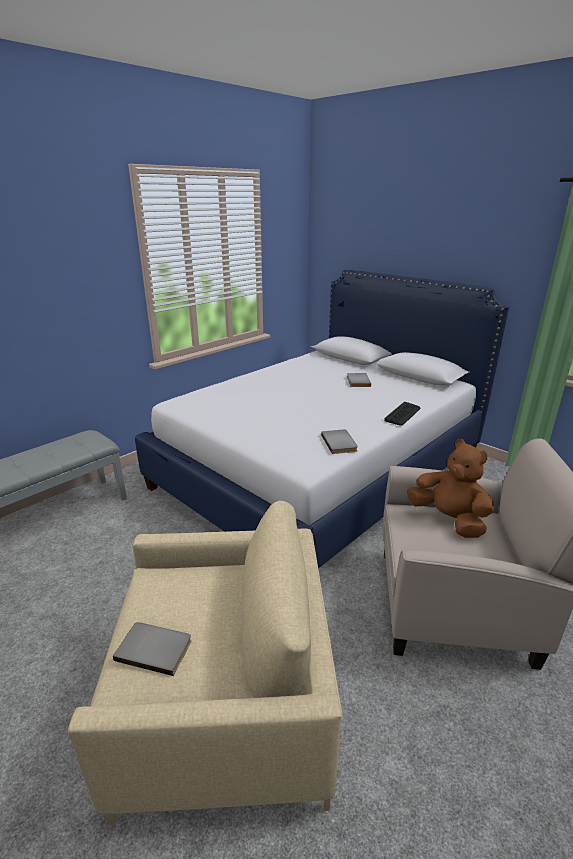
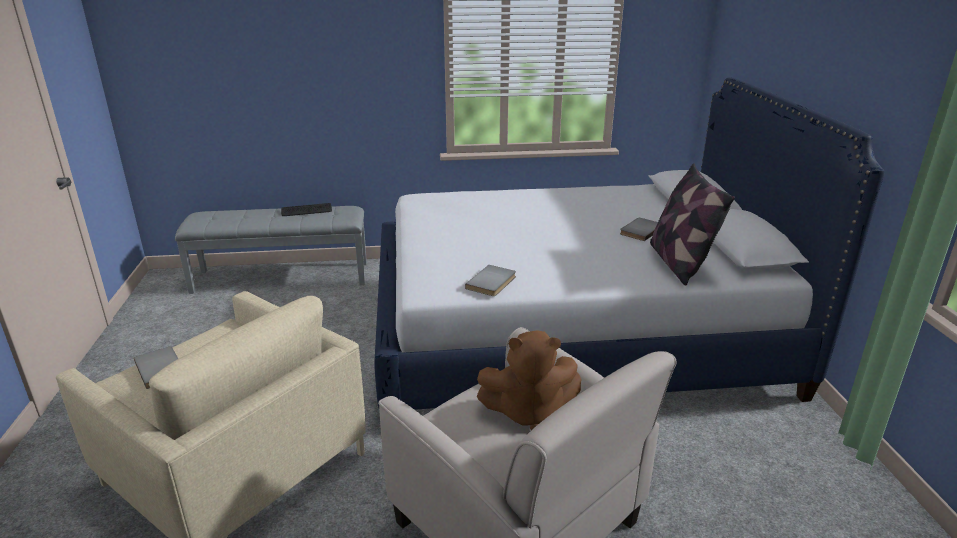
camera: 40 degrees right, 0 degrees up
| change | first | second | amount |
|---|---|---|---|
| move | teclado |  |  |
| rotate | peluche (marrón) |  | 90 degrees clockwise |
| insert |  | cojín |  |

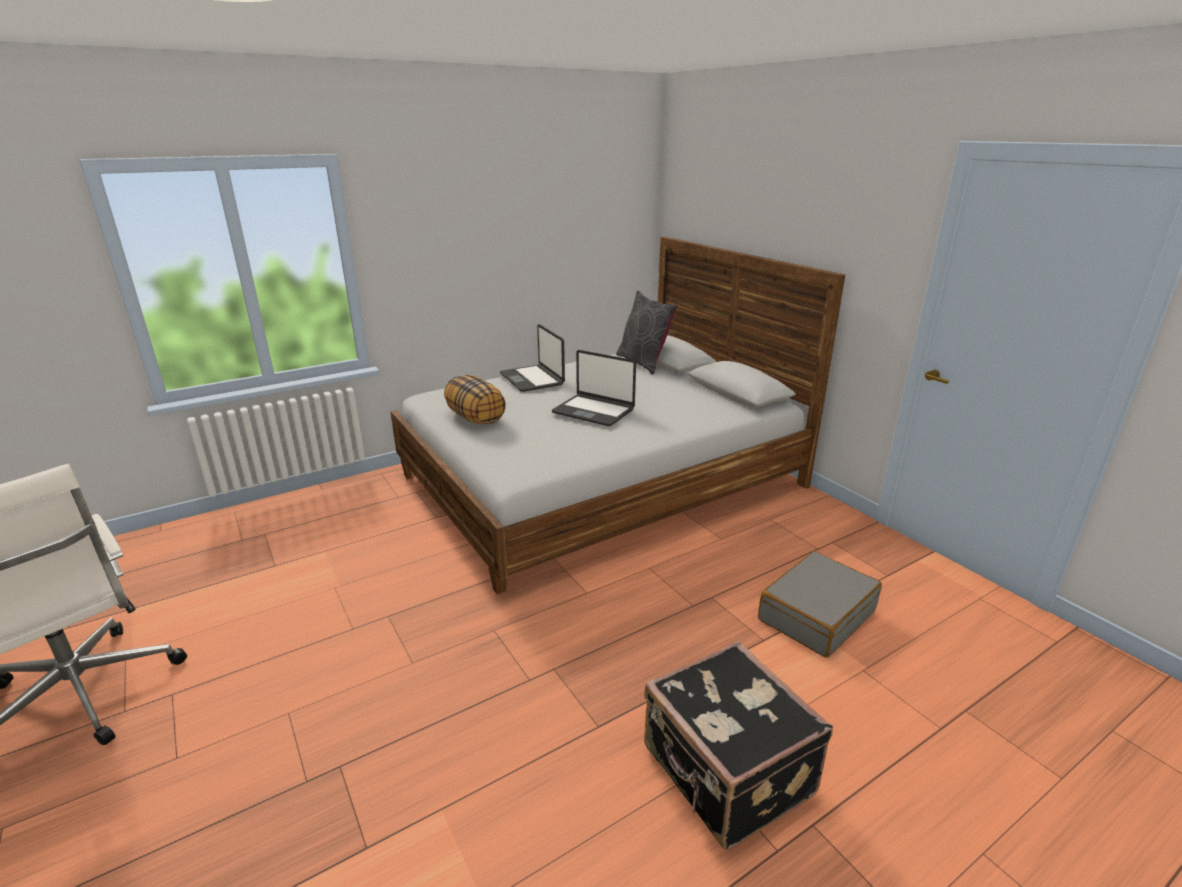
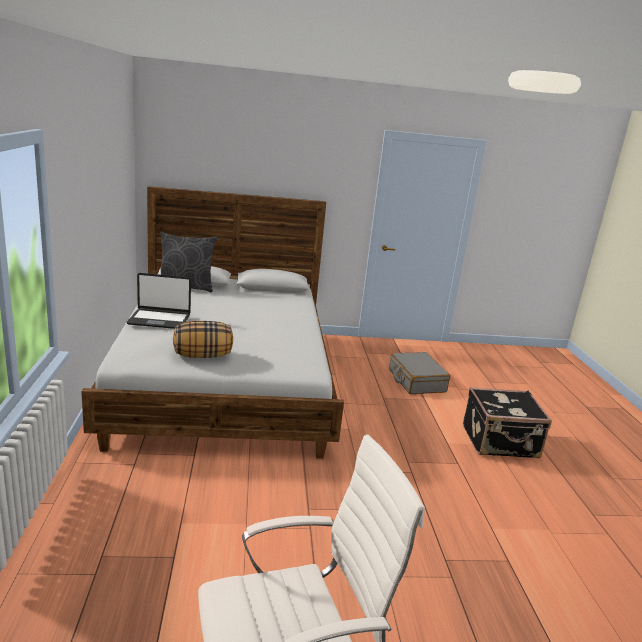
camera: 65 degrees left, 5 degrees down
| change | first | second | amount |
|---|---|---|---|
| delete | portátil (2nd from left) |  |  |

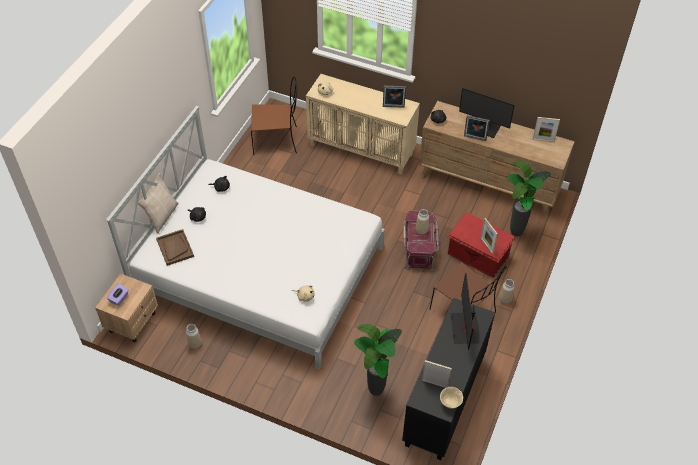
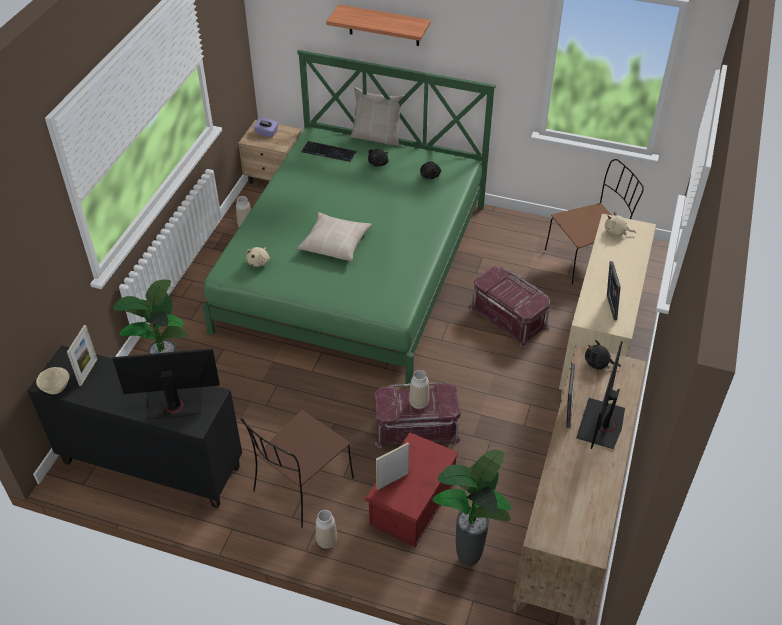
camera: 85 degrees right, 5 degrees down
| change | first | second | amount |
|---|---|---|---|
| recolor | cama (blanco) | cama (verde) |  |
| insert |  | cojín (beis) (1st from left) |  |
| replace | bandeja (marrón) | teclado |  |
| insert |  | estante |  |
| insert |  | caja de almacenaje (rojo) (3rd from left) |  |
| rotate | silla (marrón) (1st from left in the first image) | silla (marrón) (2nd from left) | 105 degrees counterclockwise |
| delete | portarretratos (5th from left) |  |  |

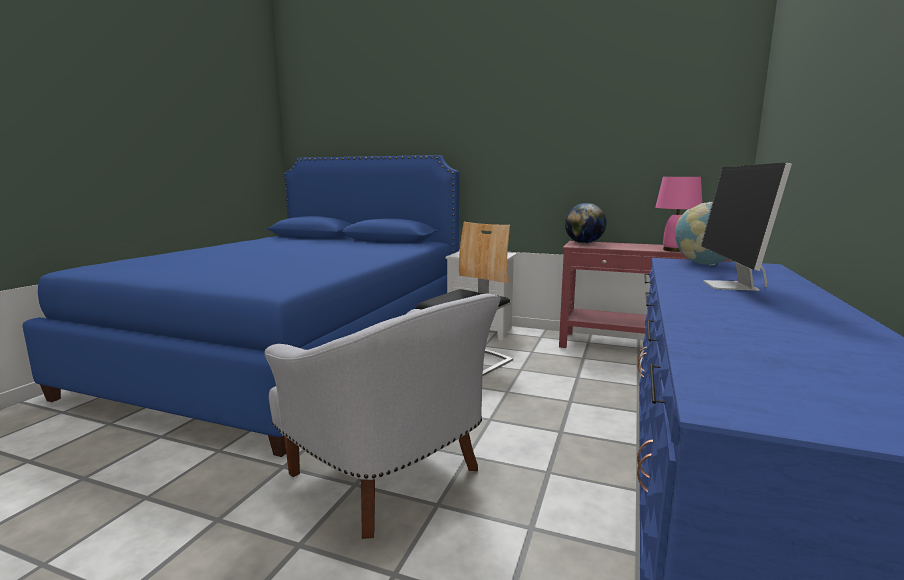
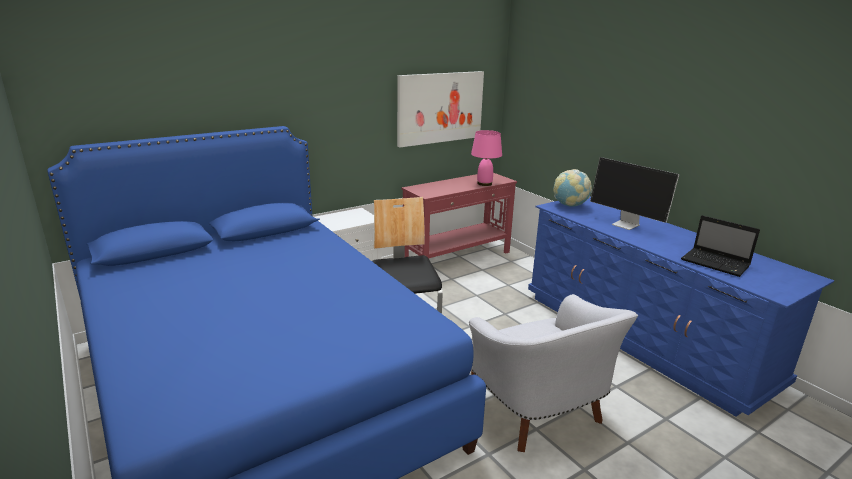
camera: 55 degrees left, 10 degrees up
| change | first | second | amount |
|---|---|---|---|
| insert |  | cuadro |  |
| rotate | sillón (blanco) |  | 75 degrees clockwise |
| insert |  | portátil |  |
| delete | globo terráqueo (1st from left) |  |  |

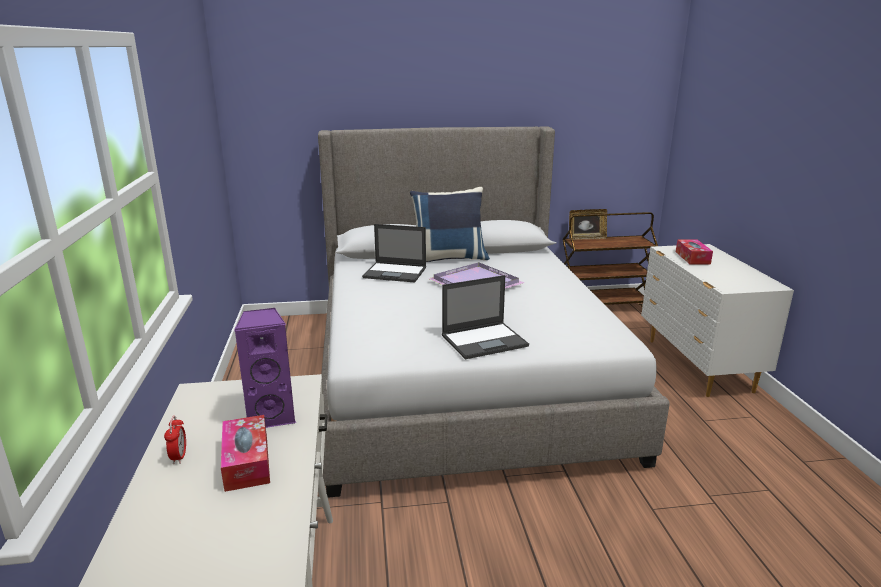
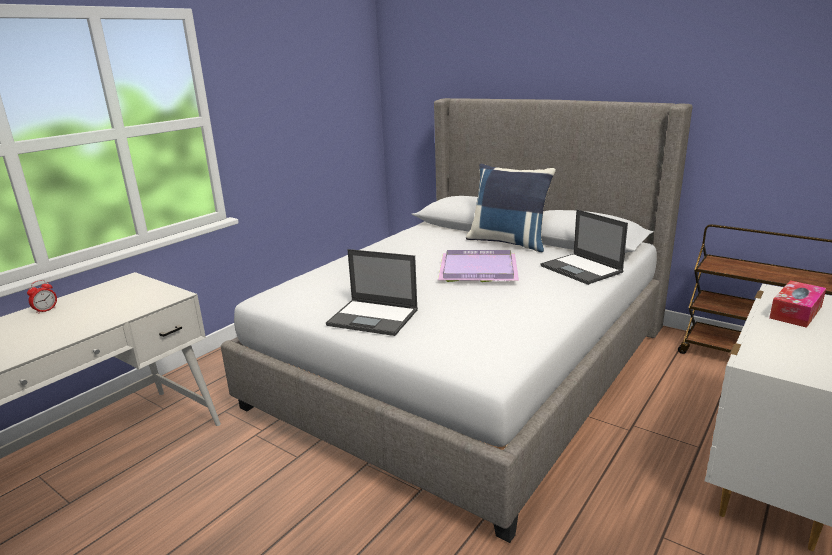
camera: 45 degrees right, 0 degrees up
| change | first | second | amount |
|---|---|---|---|
| move | portátil (1st from left in the first image) | portátil (2nd from left) |  |
| delete | caja de pañuelos (1st from left) |  |  |
| delete | altavoz (morado) |  |  |
| delete | portarretratos |  |  |

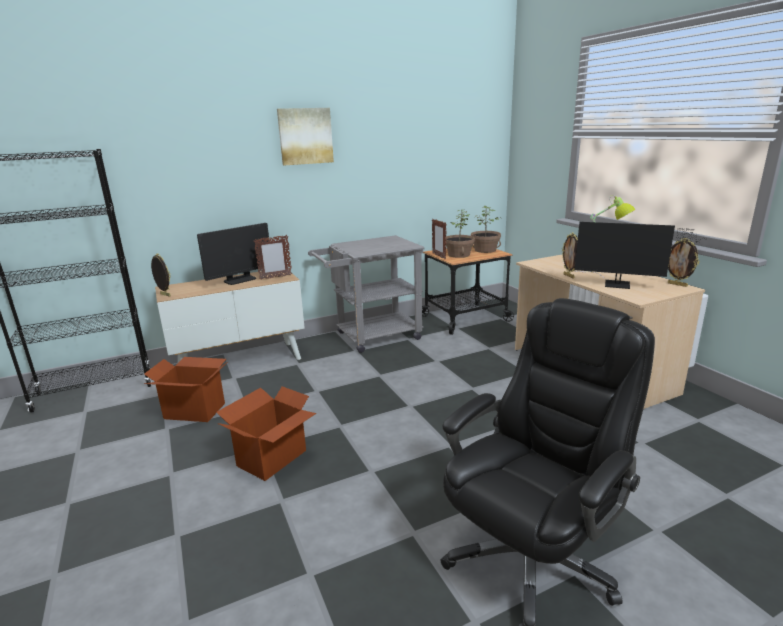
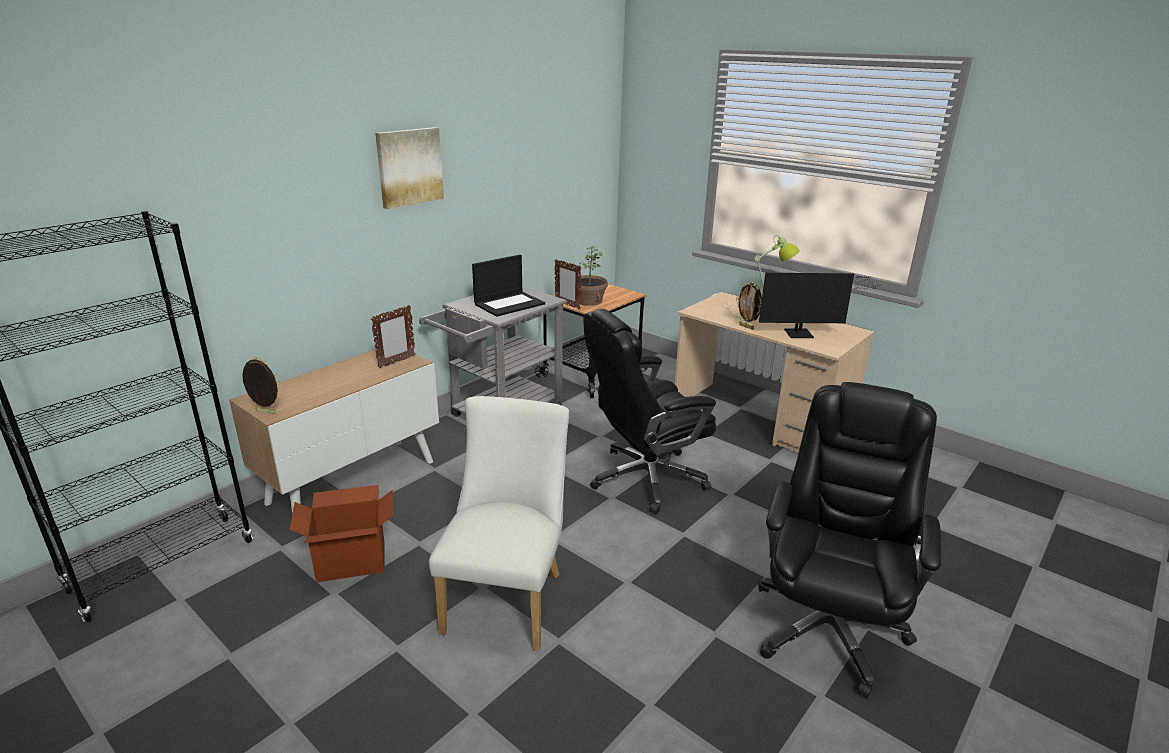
camera: 25 degrees left, 5 degrees up
| change | first | second | amount |
|---|---|---|---|
| replace | caja de cartón (2nd from left) | silla (blanco) |  |
| insert |  | portátil |  |
| insert |  | silla de oficina (negro) (1st from left) |  |
| delete | monitor (1st from left) |  |  |
| delete | planta en maceta (2nd from left) |  |  |
| delete | portarretratos (5th from left) |  |  |

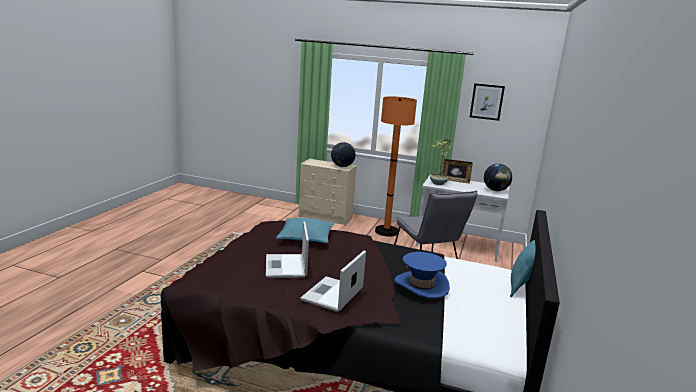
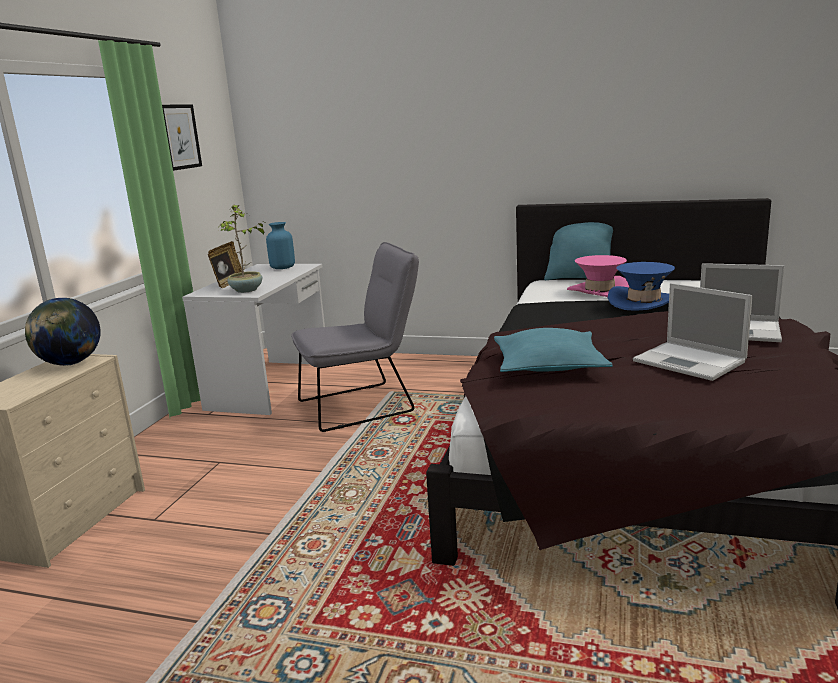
camera: 90 degrees left, 0 degrees up
| change | first | second | amount |
|---|---|---|---|
| replace | globo terráqueo (2nd from left) | florero (azul) |  |
| insert |  | sombrero (rosa) |  |
| rotate | portátil (1st from left) |  | 60 degrees clockwise |
| delete | lámpara de pie (naranja) |  |  |

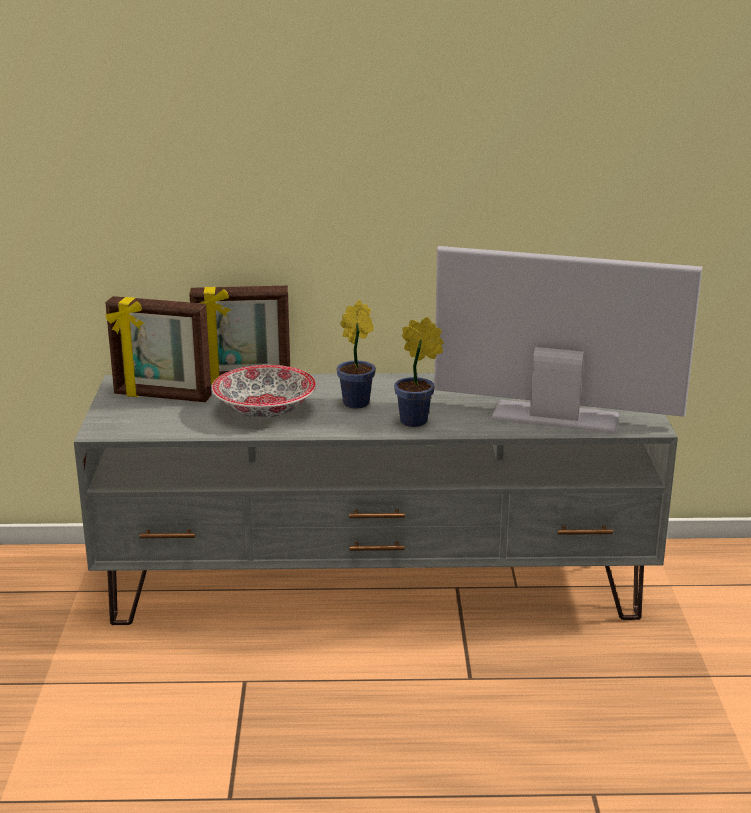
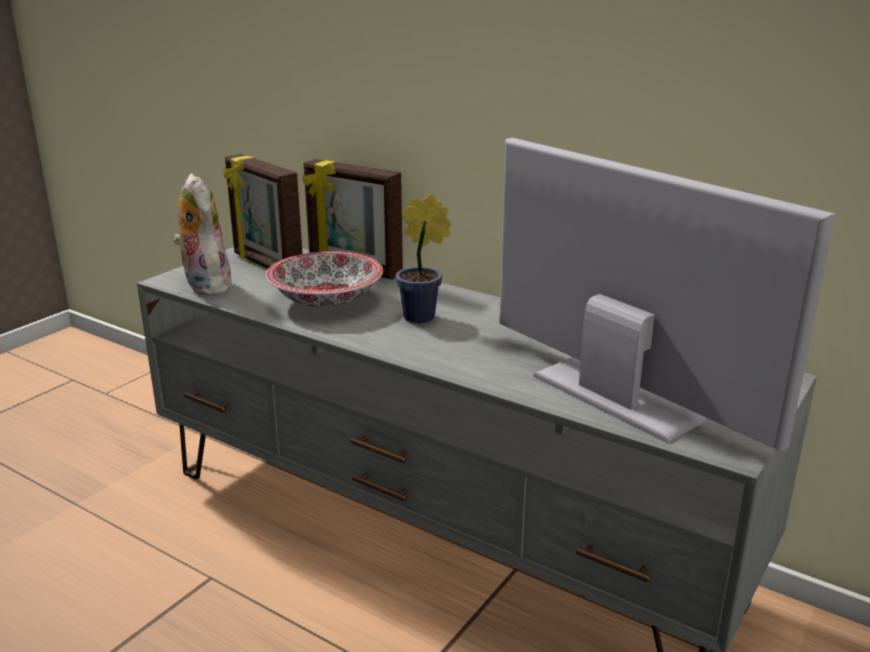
camera: 35 degrees right, 0 degrees up
| change | first | second | amount |
|---|---|---|---|
| insert |  | peluche |  |
| delete | planta en maceta (2nd from left) |  |  |

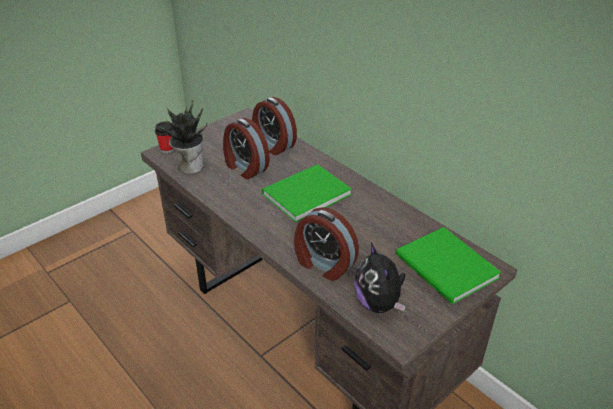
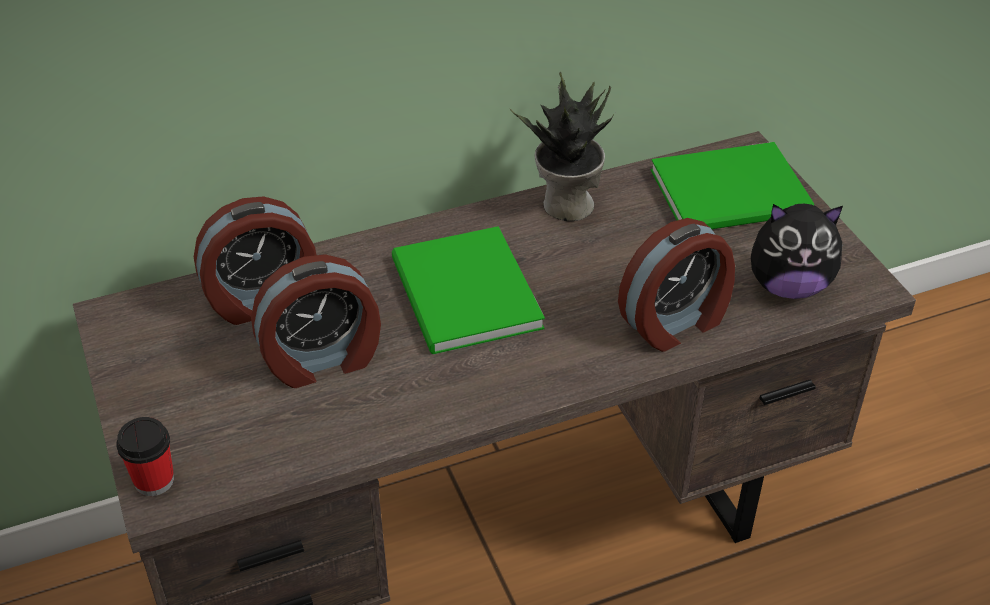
camera: 70 degrees left, 5 degrees up
| change | first | second | amount |
|---|---|---|---|
| move | planta en maceta |  |  |

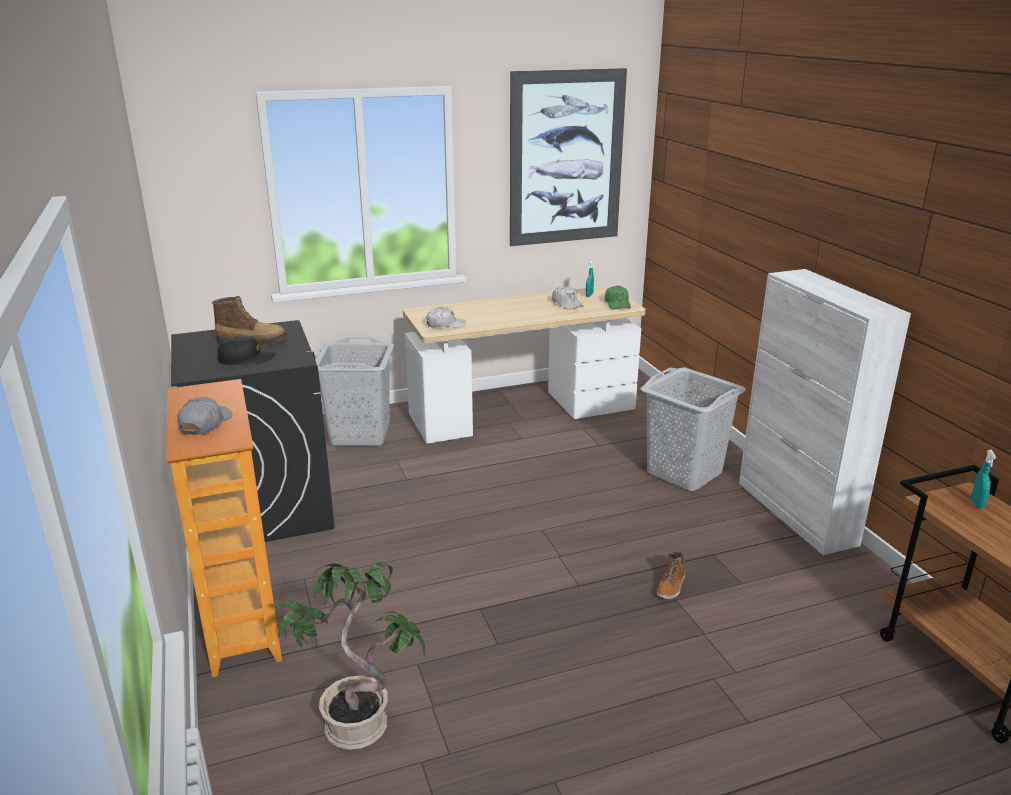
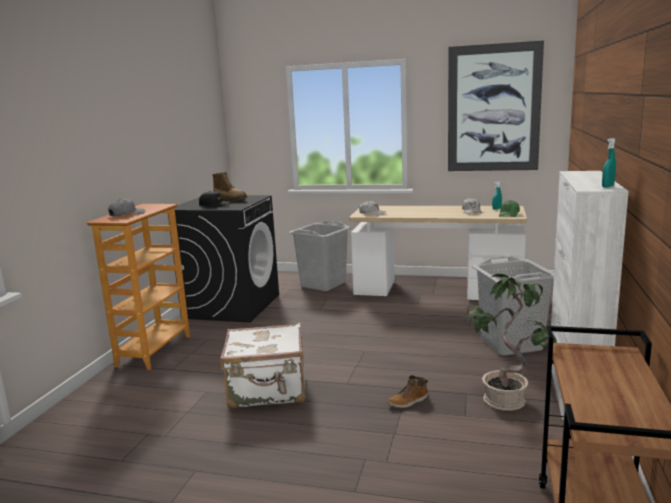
camera: 35 degrees right, 10 degrees down
| change | first | second | amount |
|---|---|---|---|
| insert |  | maleta (blanco) |  |
| move | planta en maceta |  |  |
| move | pulverizador (turquesa) (2nd from left) |  |  |

